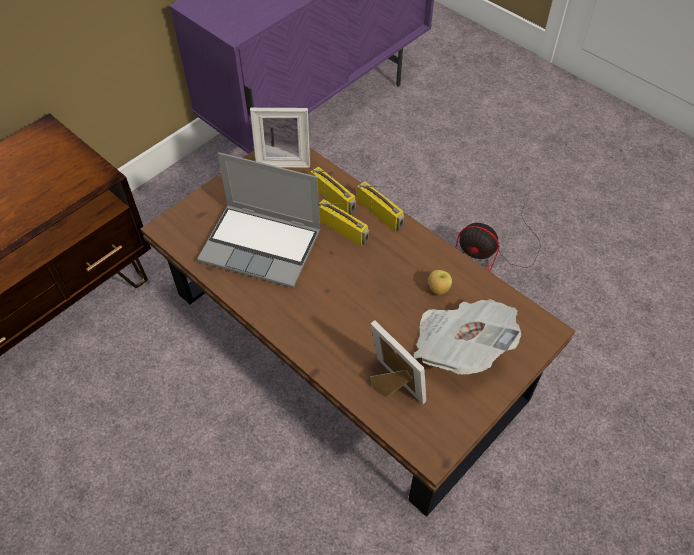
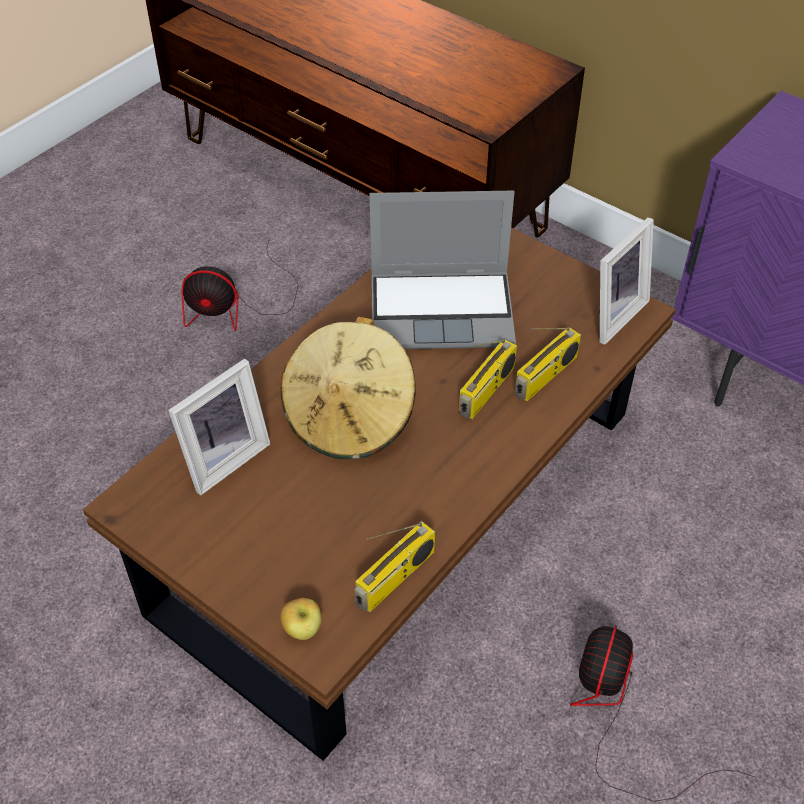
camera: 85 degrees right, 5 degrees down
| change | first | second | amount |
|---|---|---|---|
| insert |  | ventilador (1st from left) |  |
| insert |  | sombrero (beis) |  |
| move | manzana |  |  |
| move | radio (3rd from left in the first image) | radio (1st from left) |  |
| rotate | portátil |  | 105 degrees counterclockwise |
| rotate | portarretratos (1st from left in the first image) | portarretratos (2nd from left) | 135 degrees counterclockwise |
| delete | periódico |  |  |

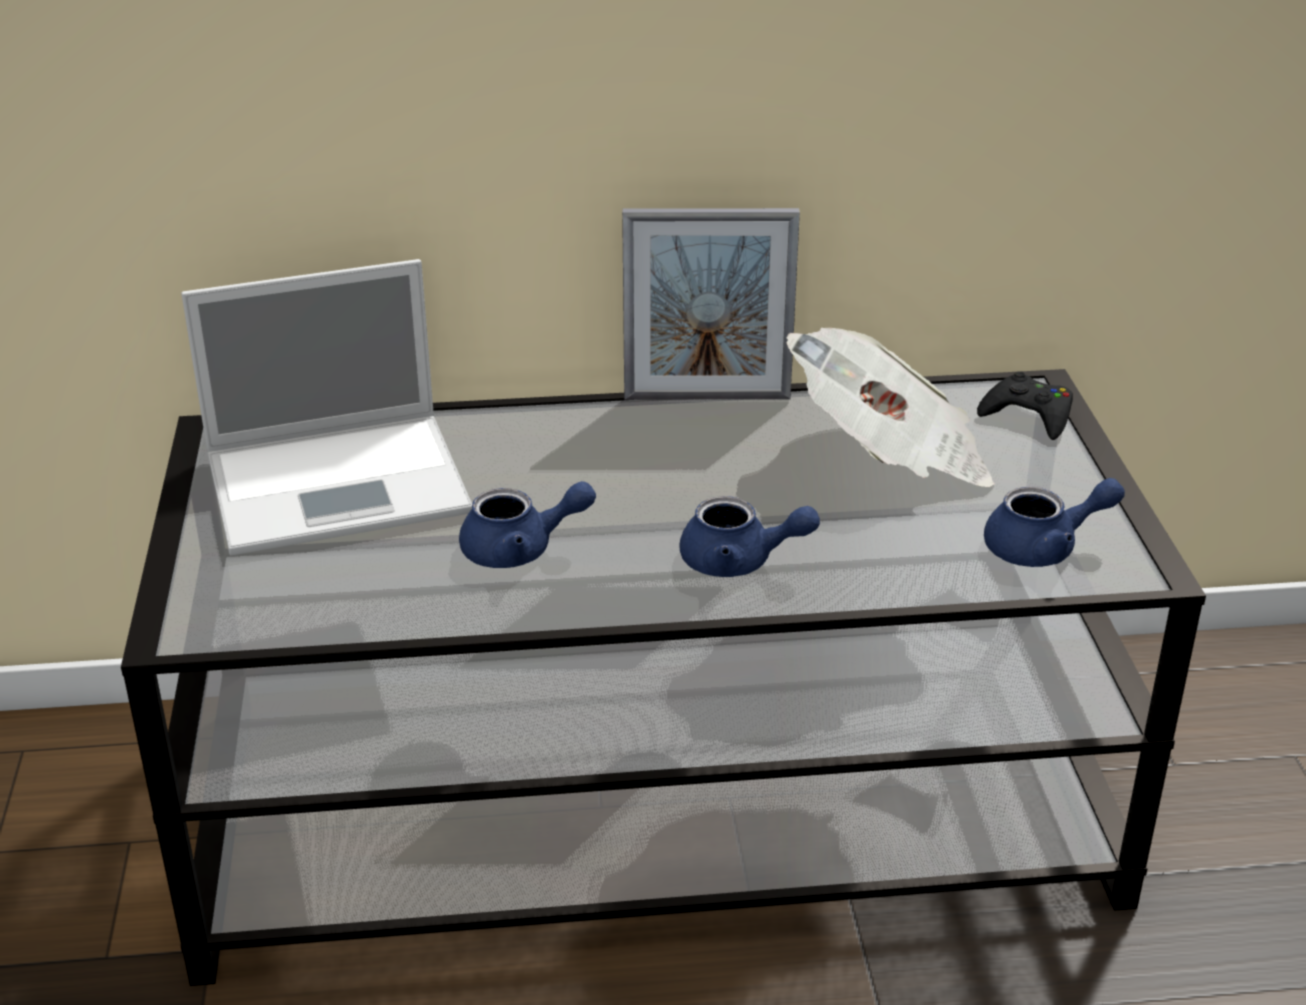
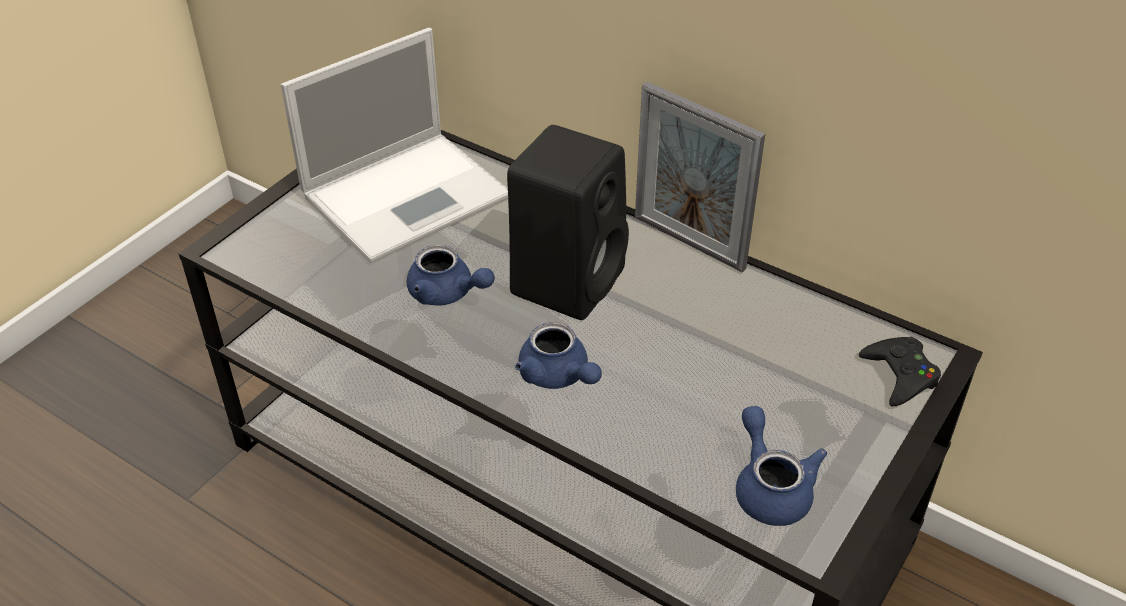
camera: 40 degrees right, 10 degrees up
| change | first | second | amount |
|---|---|---|---|
| rotate | portátil |  | 60 degrees counterclockwise |
| insert |  | altavoz (negro) |  |
| rotate | tetera (azul) (3rd from left) |  | 135 degrees counterclockwise |
| delete | periódico |  |  |

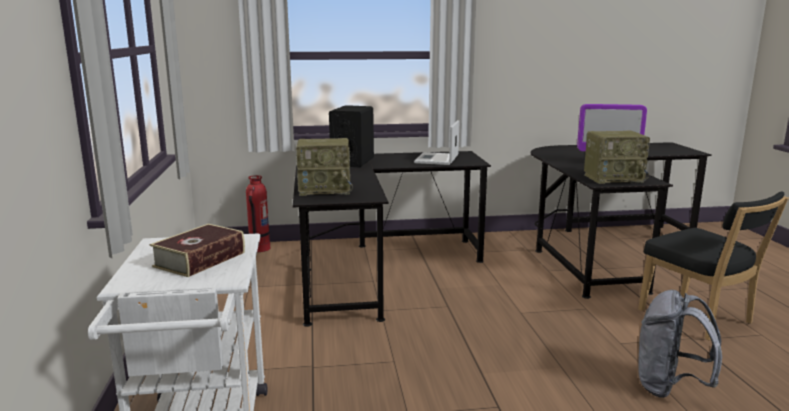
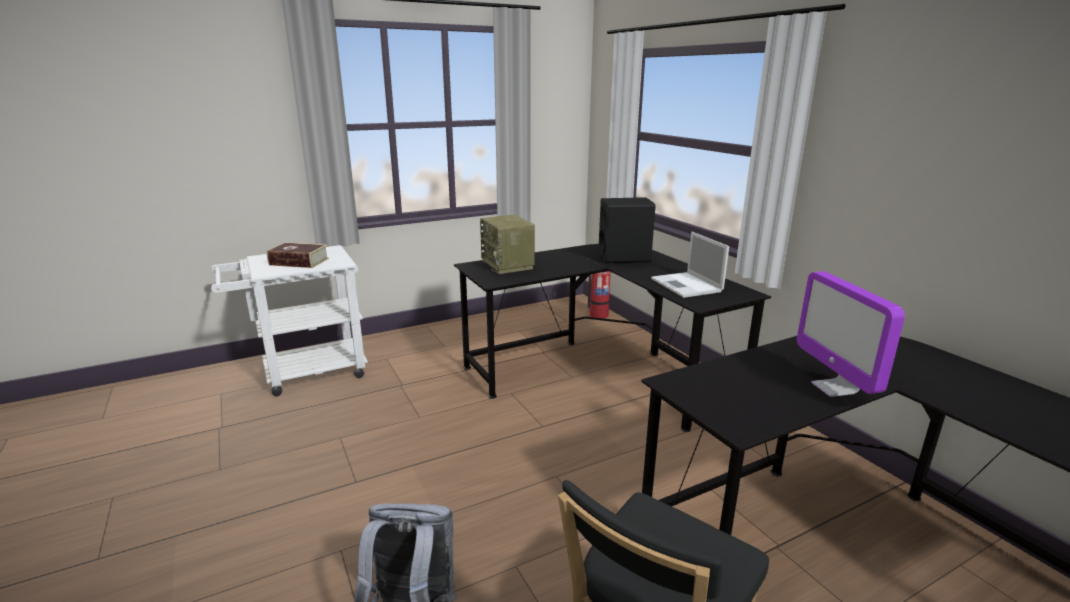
camera: 70 degrees right, 5 degrees up
| change | first | second | amount |
|---|---|---|---|
| rotate | portátil |  | 105 degrees counterclockwise |
| delete | radio (2nd from left) |  |  |

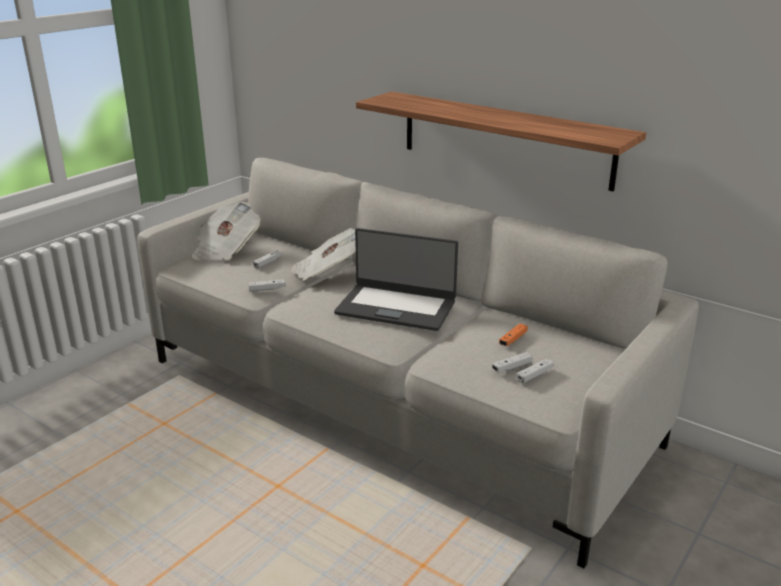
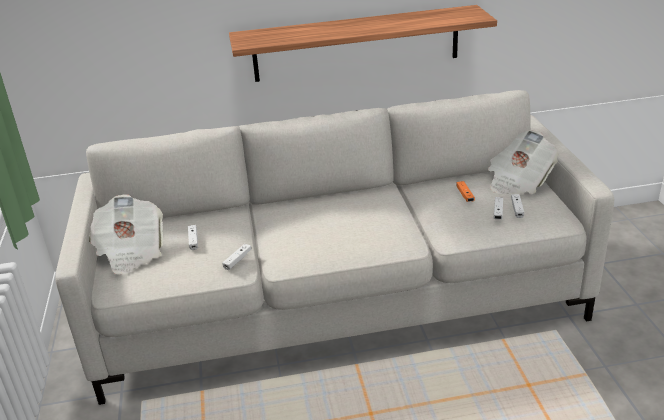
camera: 45 degrees left, 5 degrees up
| change | first | second | amount |
|---|---|---|---|
| move | periódico (2nd from left) |  |  |
| delete | portátil |  |  |

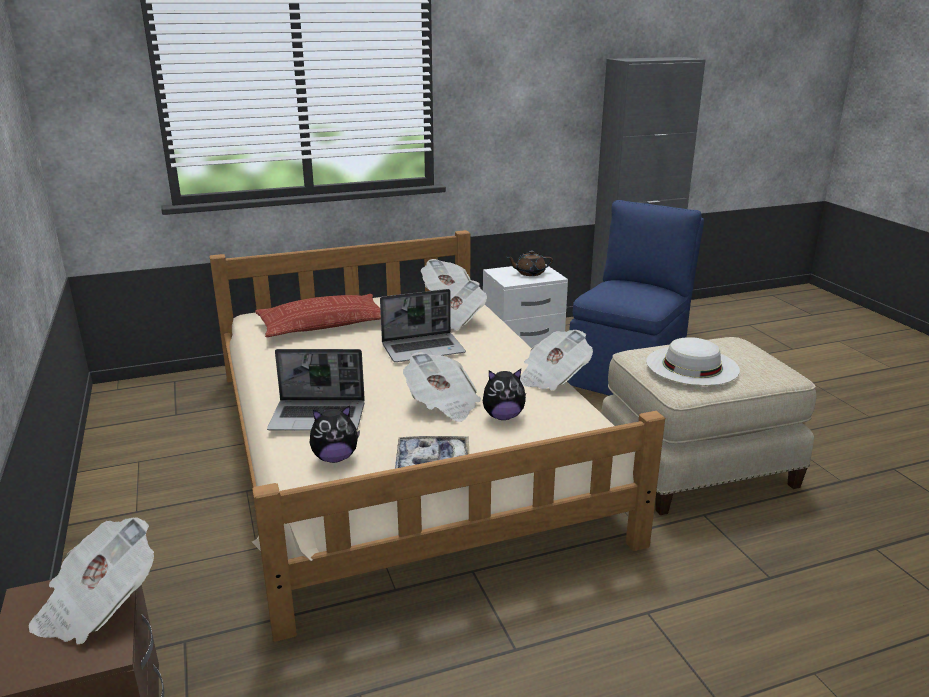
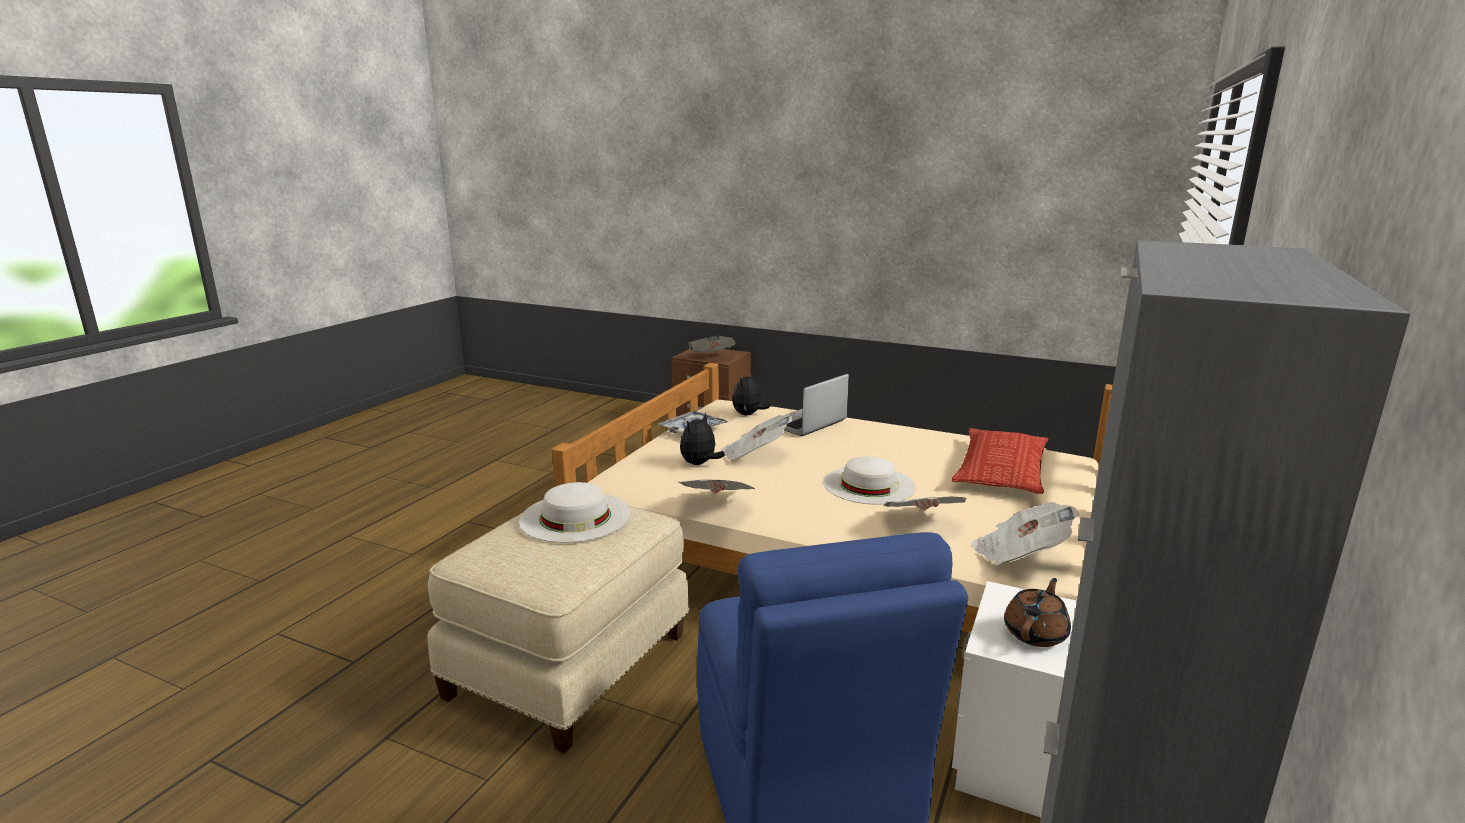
camera: 135 degrees right, 5 degrees down
| change | first | second | amount |
|---|---|---|---|
| replace | portátil (2nd from left) | sombrero (blanco) (2nd from left) |  |

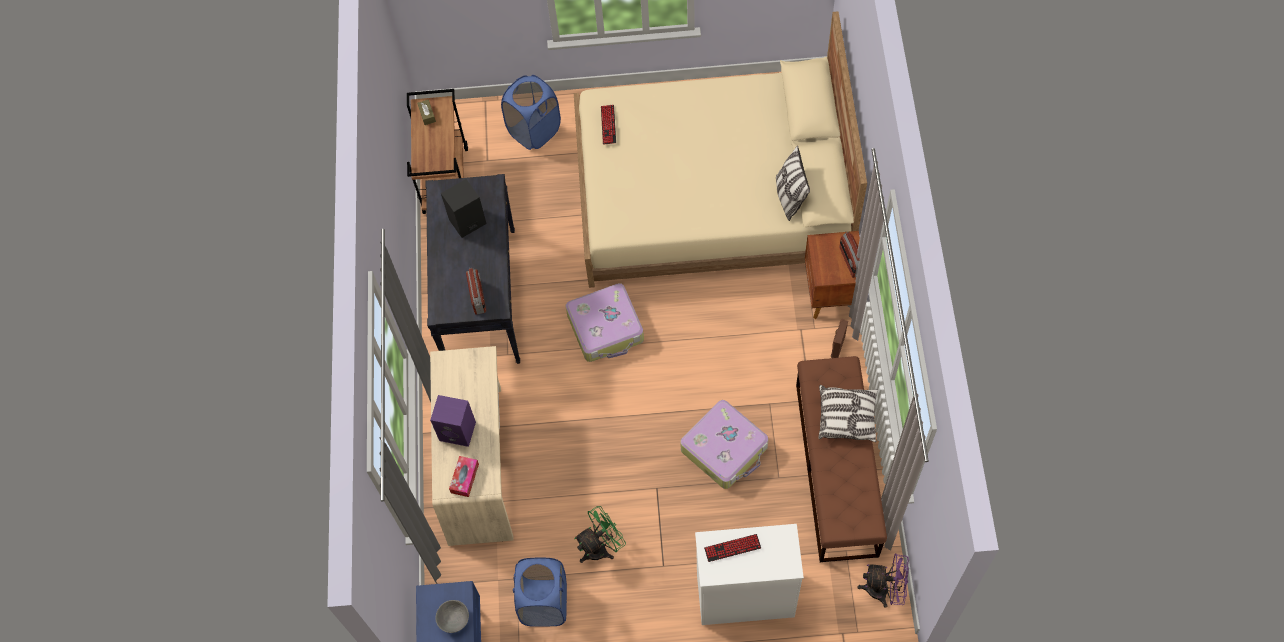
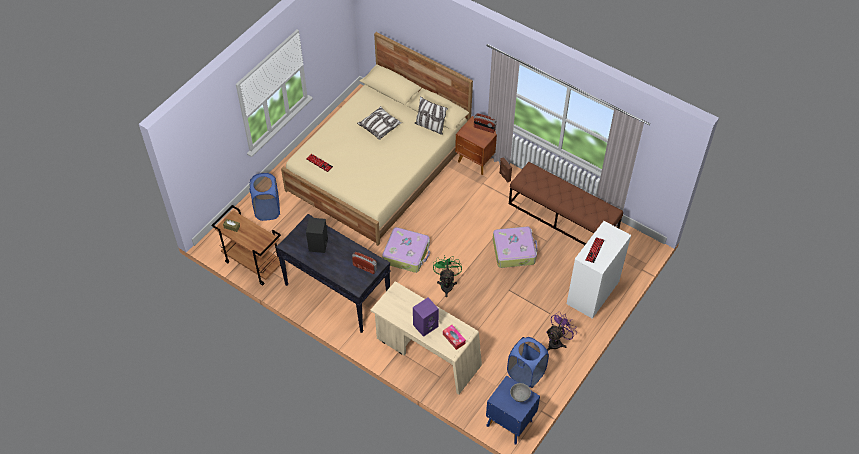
camera: 55 degrees left, 10 degrees down
| change | first | second | amount |
|---|---|---|---|
| move | cojín (2nd from left in the first image) | cojín (1st from left) |  |
| move | ventilador (verde) |  |  |
| move | ventilador (morado) |  |  |

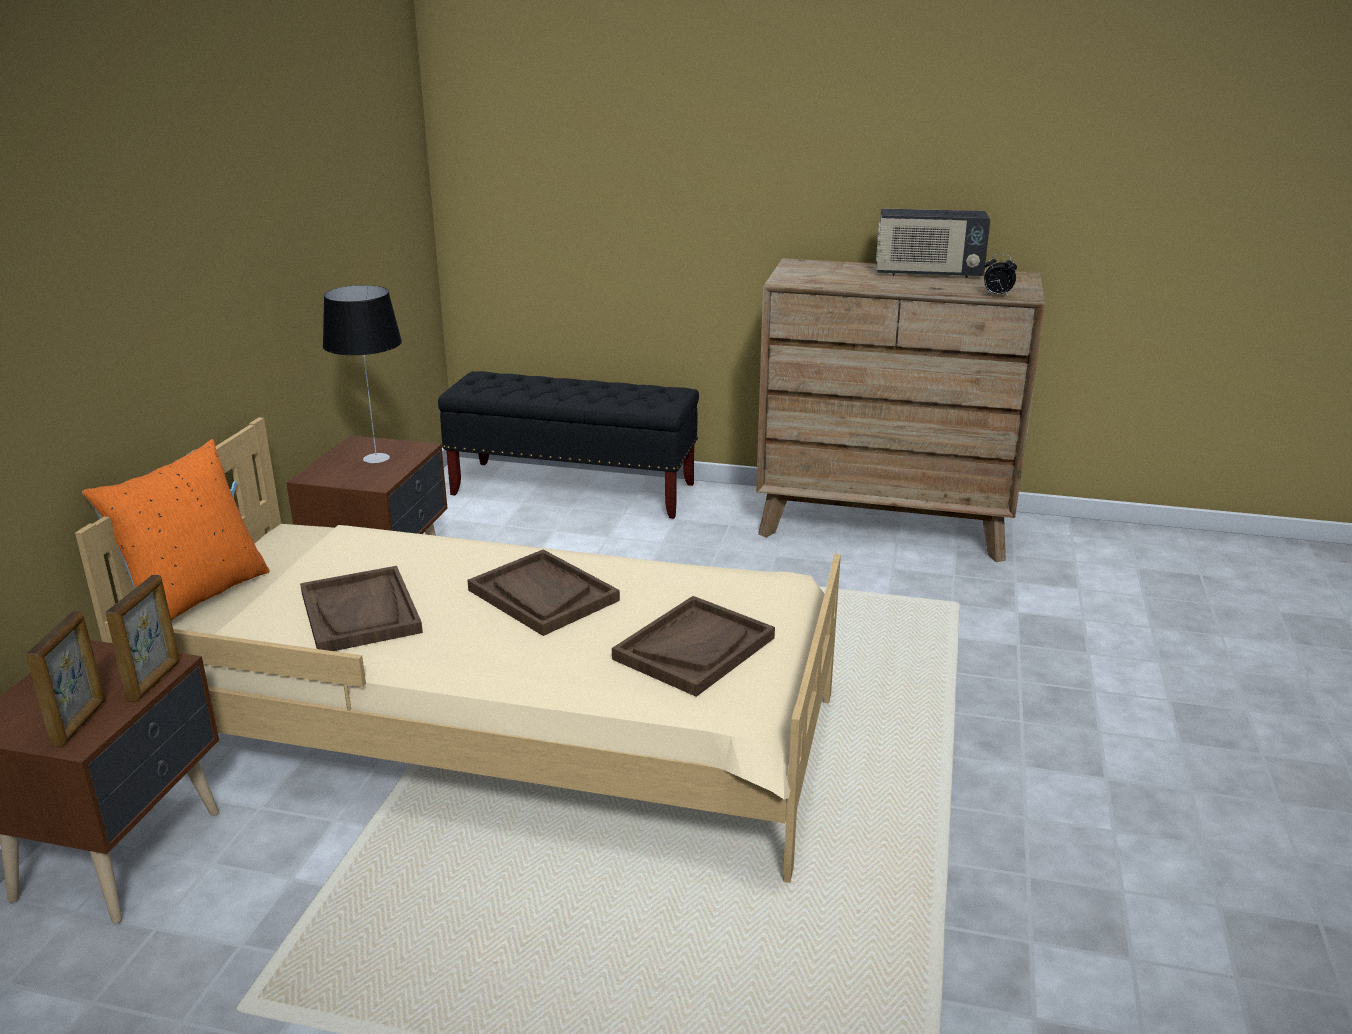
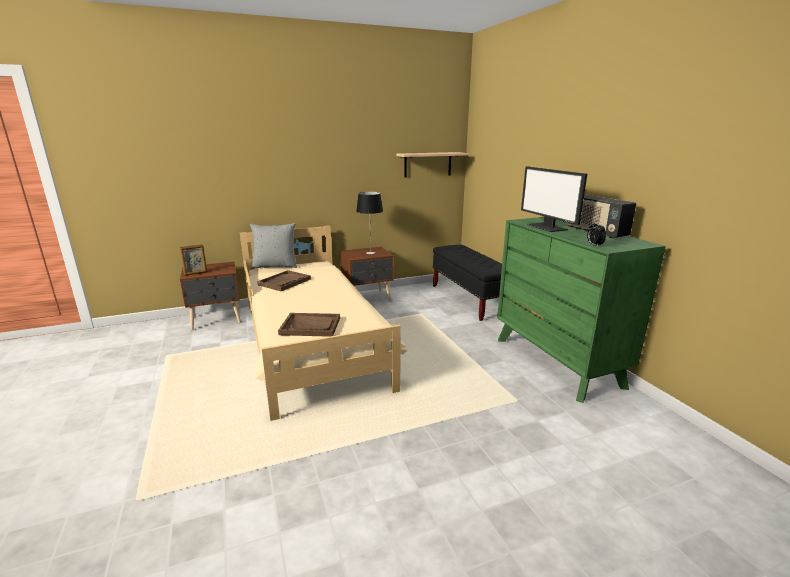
camera: 55 degrees right, 5 degrees down
| change | first | second | amount |
|---|---|---|---|
| recolor | cojín (naranja) | cojín (gris) |  |
| insert |  | estante |  |
| recolor | cómoda (marrón) | cómoda (verde) |  |
| insert |  | monitor |  |
| delete | portarretratos (2nd from left) |  |  |
| delete | bandeja (marrón) (2nd from left) |  |  |

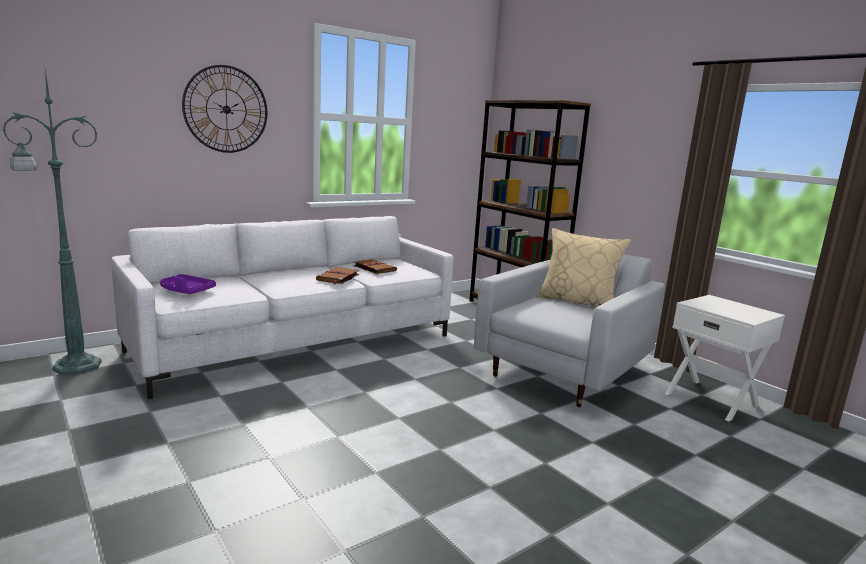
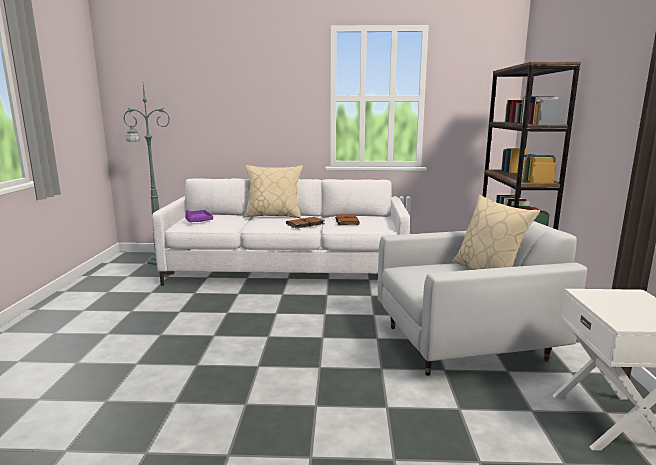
camera: 40 degrees right, 0 degrees up
| change | first | second | amount |
|---|---|---|---|
| insert |  | cojín (beis) (1st from left) |  |
| delete | reloj de pared |  |  |

